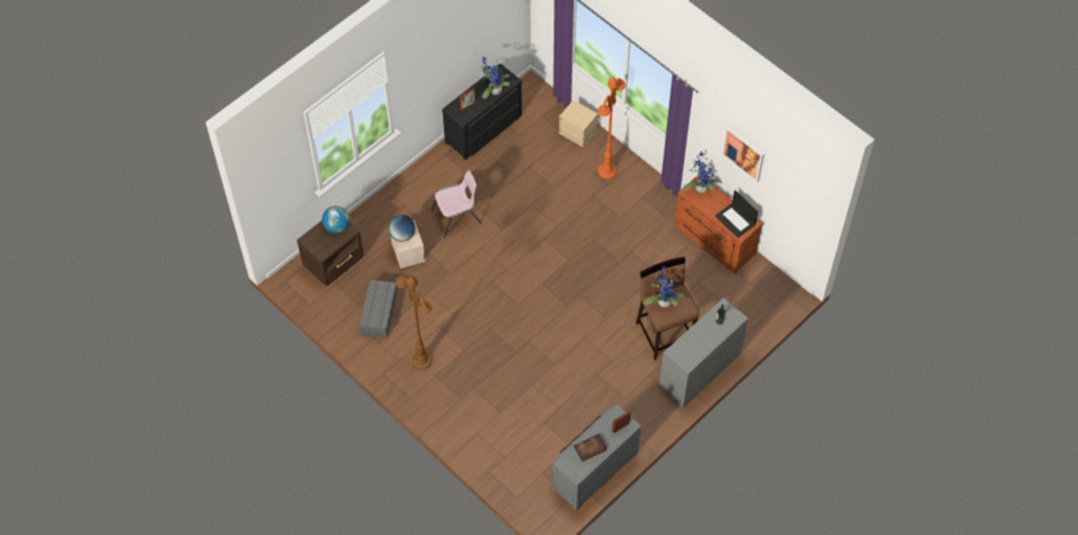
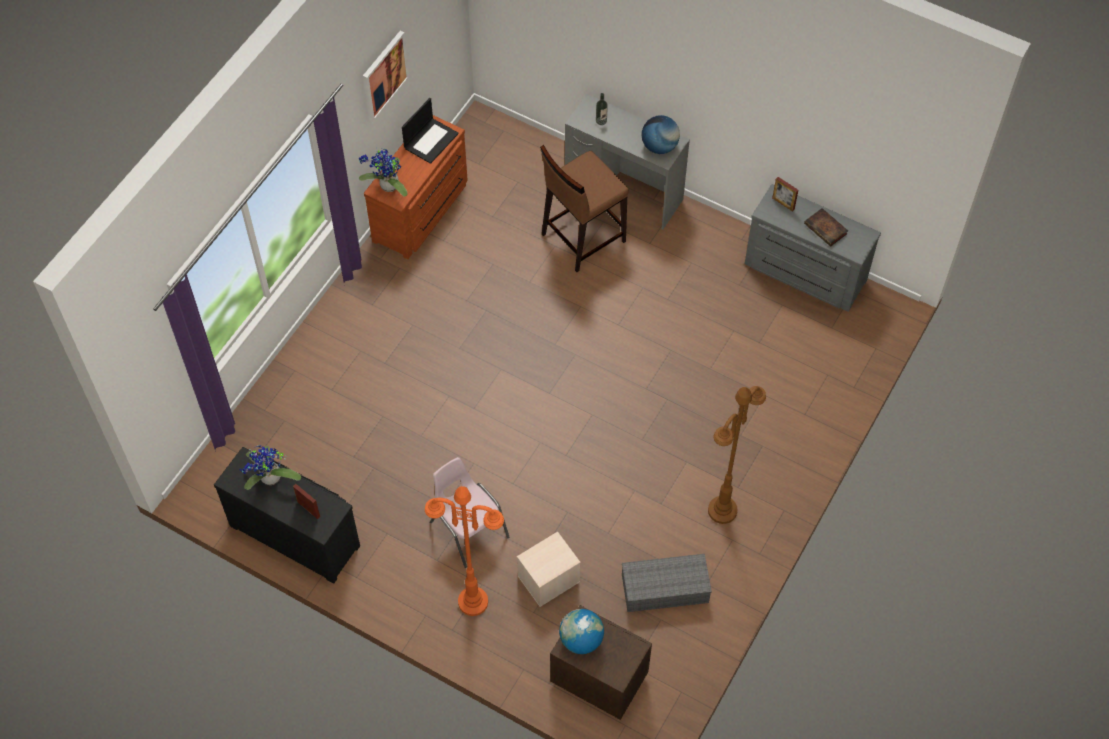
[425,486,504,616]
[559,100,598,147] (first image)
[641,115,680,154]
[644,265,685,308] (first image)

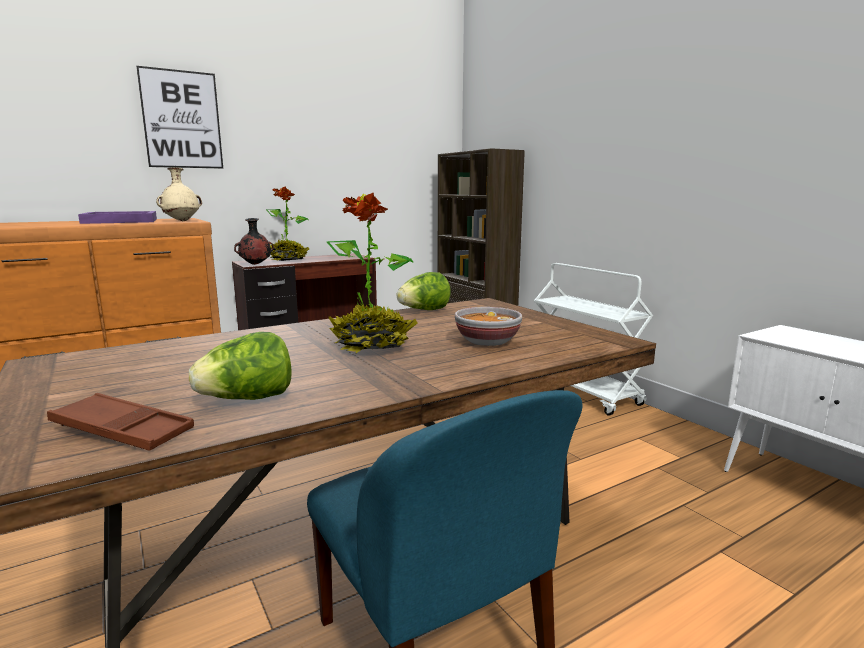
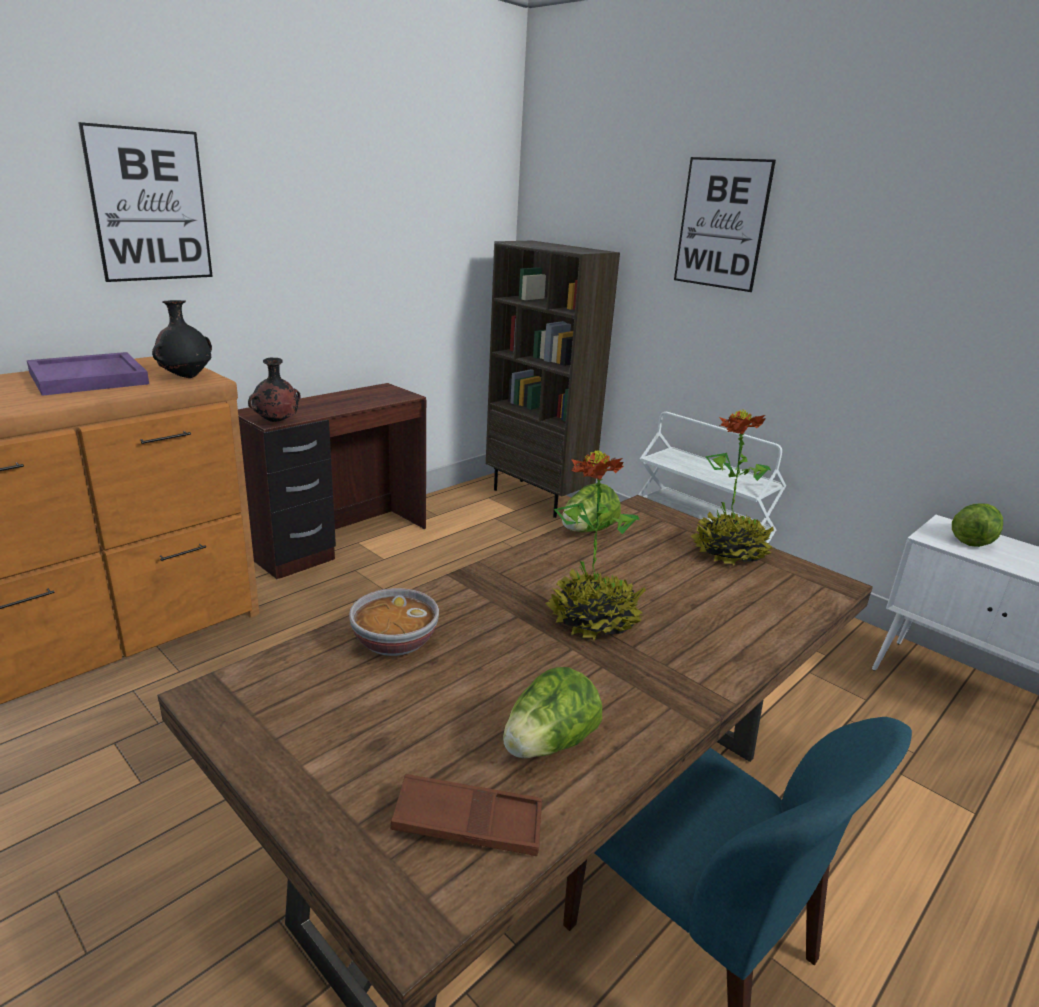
[152,300,212,378]
[691,409,774,566]
[349,588,439,656]
[674,157,776,292]
[952,503,1003,547]

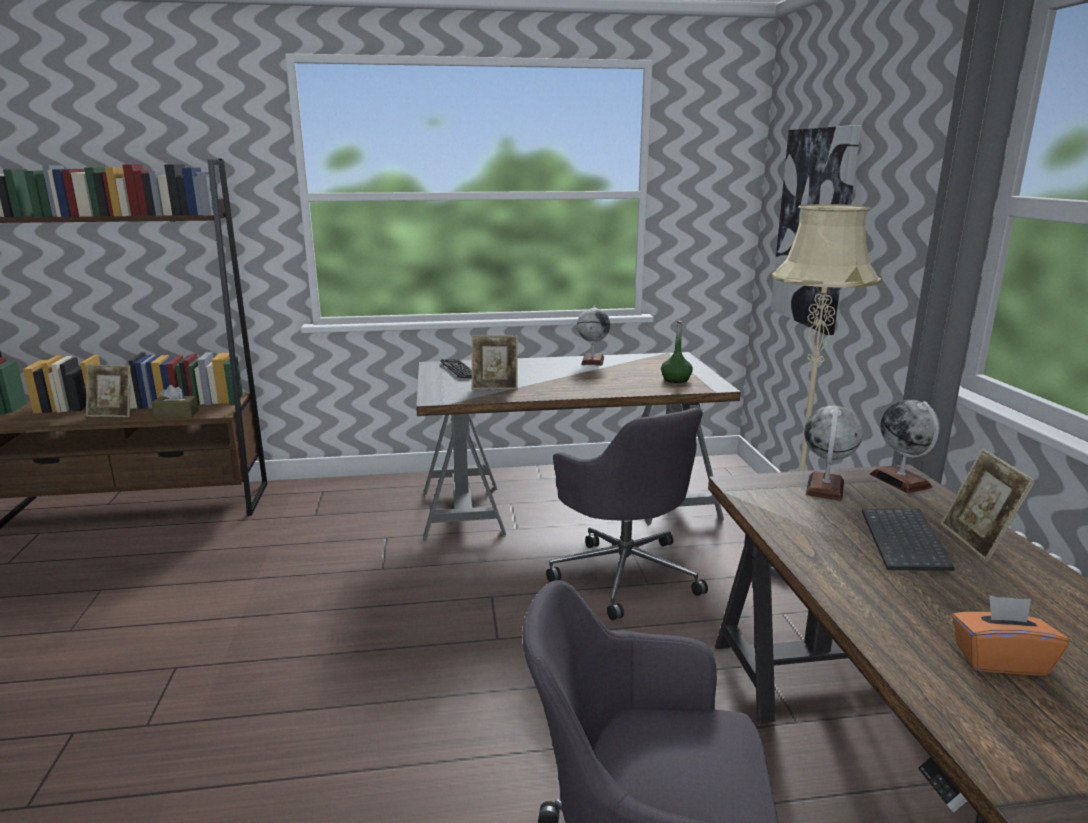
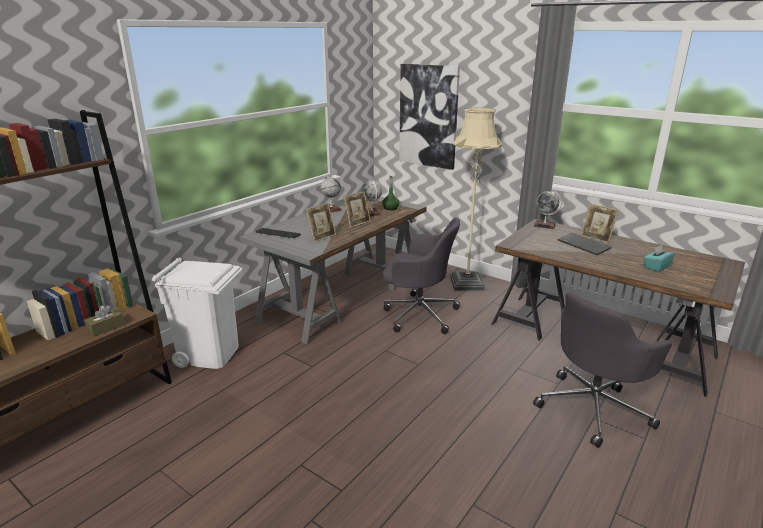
[344,191,371,227]
[361,181,382,217]
[644,245,675,272]
[152,258,242,369]

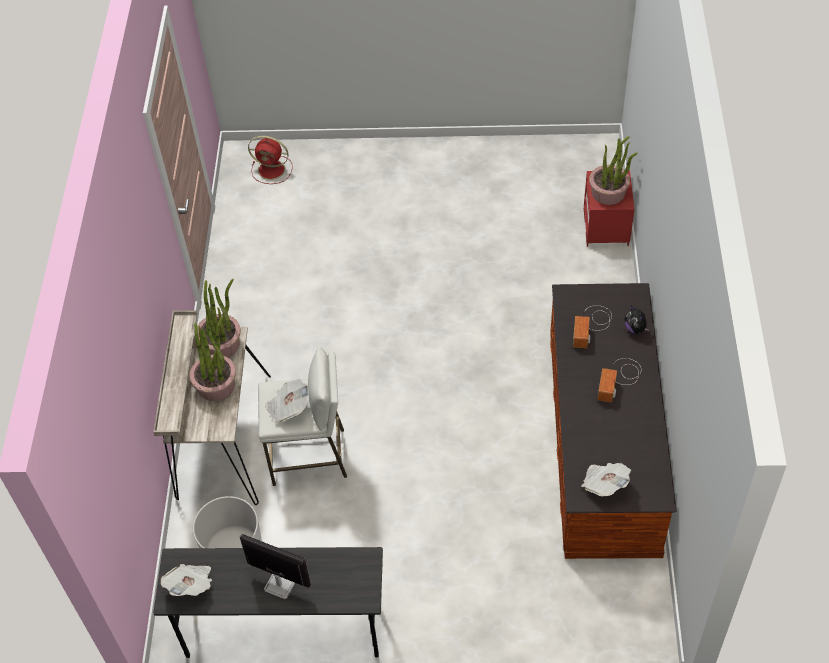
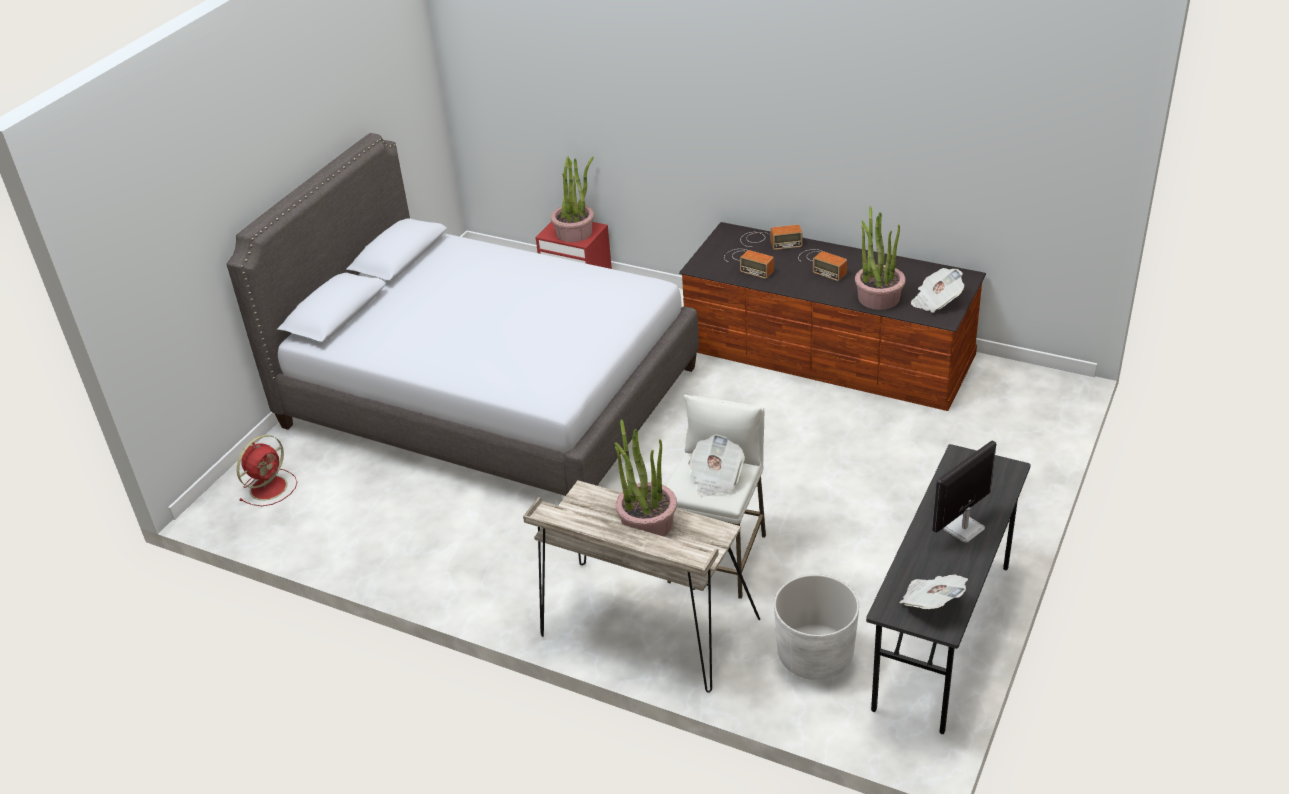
[855,206,906,310]
[740,225,803,250]
[226,133,699,496]

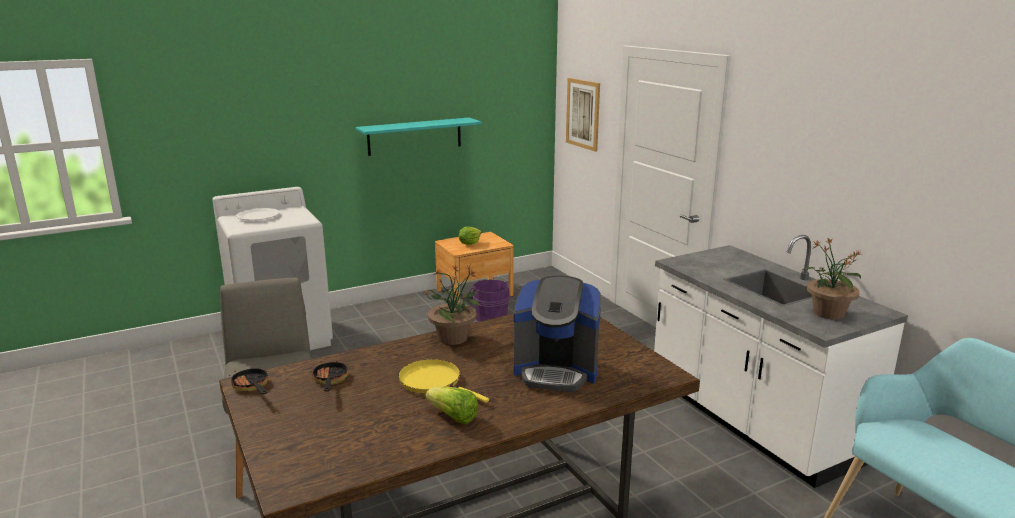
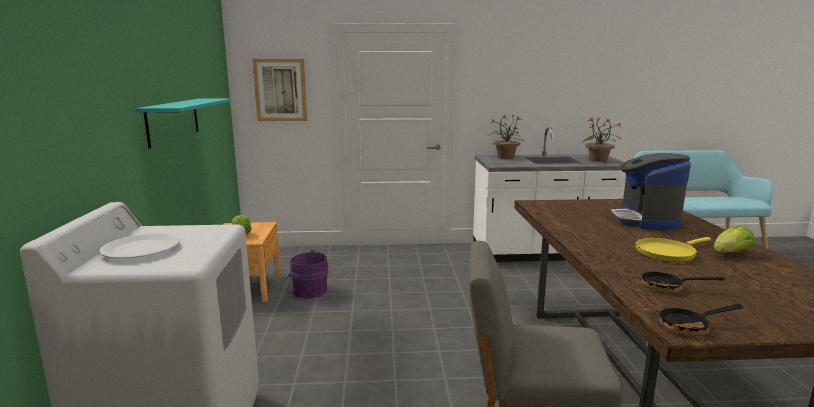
[489,114,524,159]
[609,153,691,230]

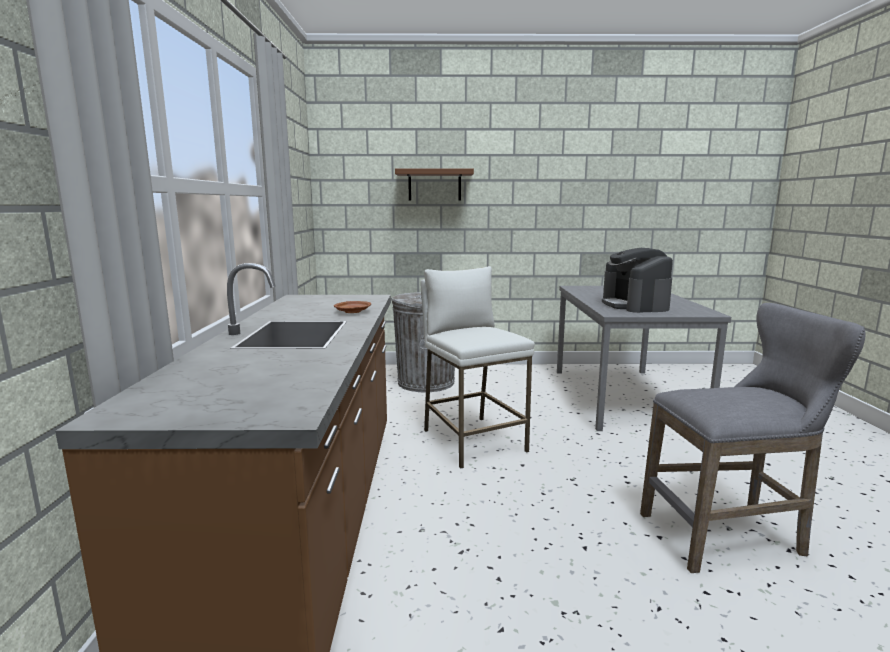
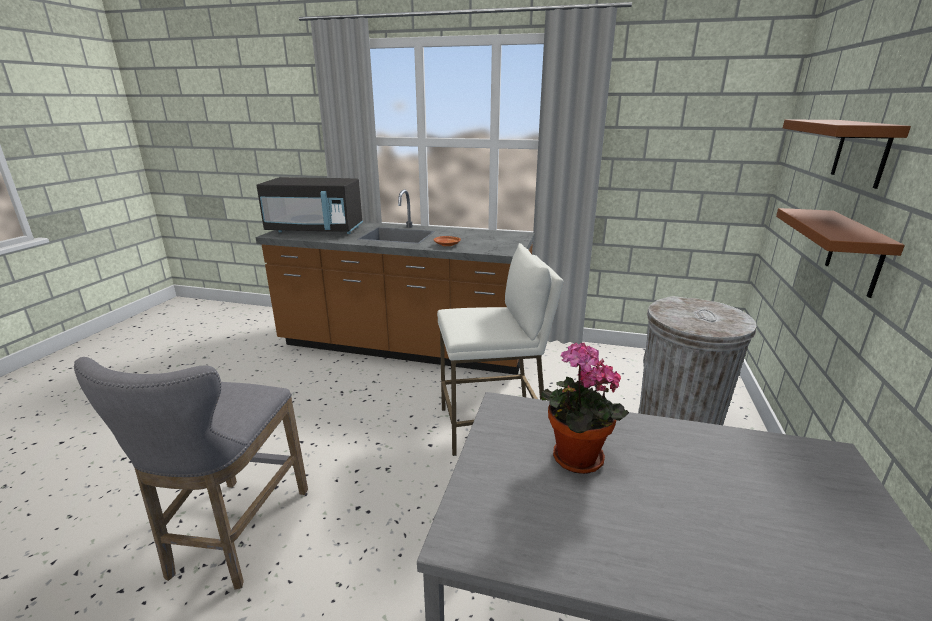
[541,342,629,474]
[257,177,363,234]
[776,208,905,298]

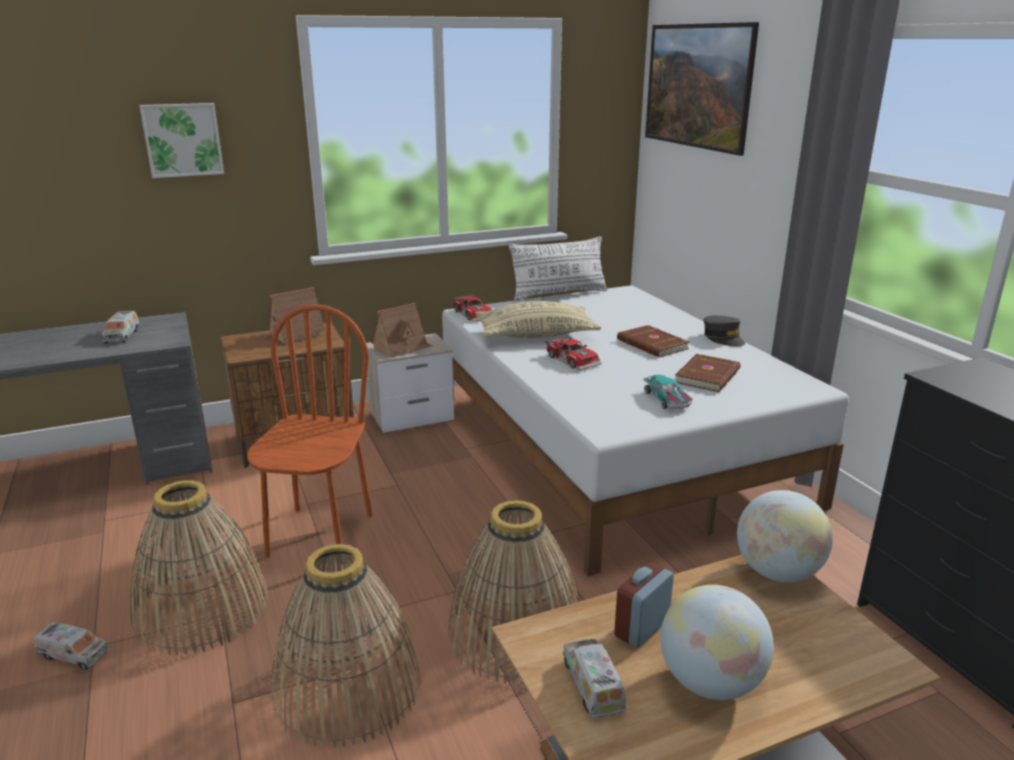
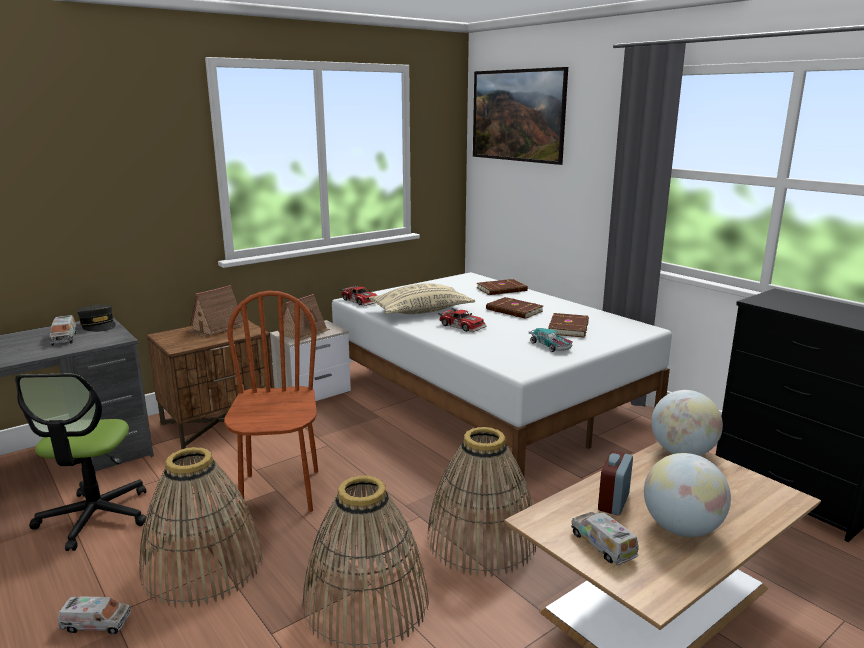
[139,103,224,178] (first image)
[509,236,607,301] (first image)
[77,305,116,332]
[477,279,528,295]
[15,374,147,551]

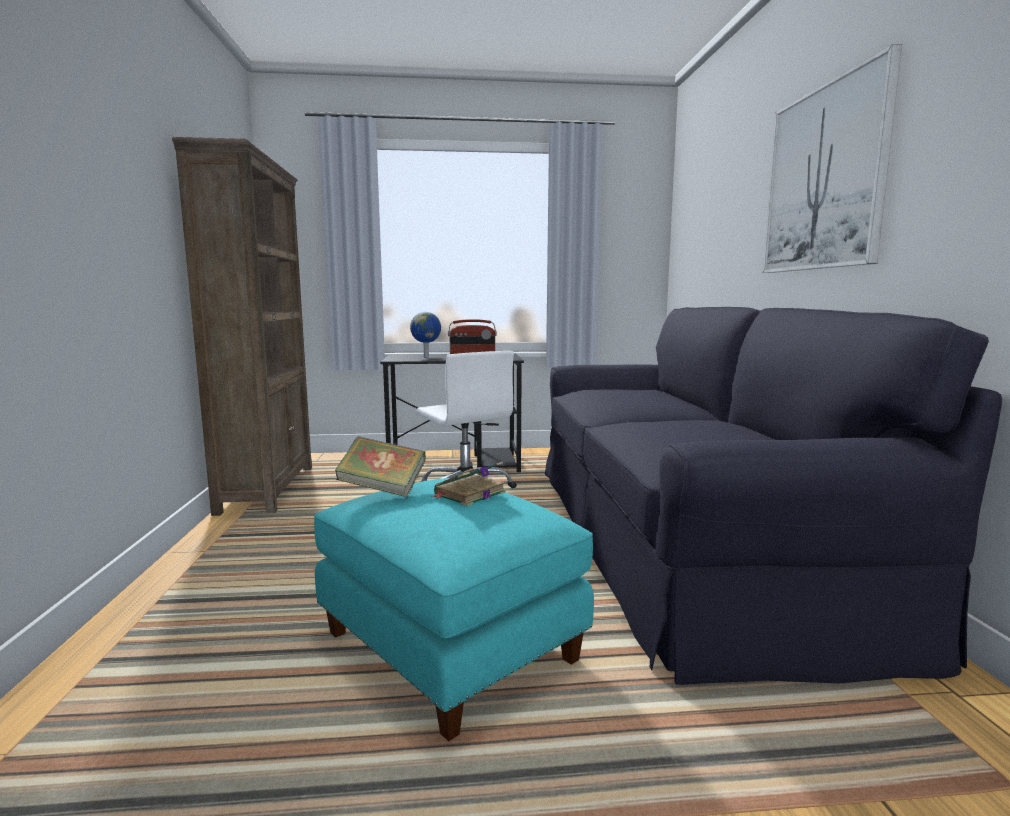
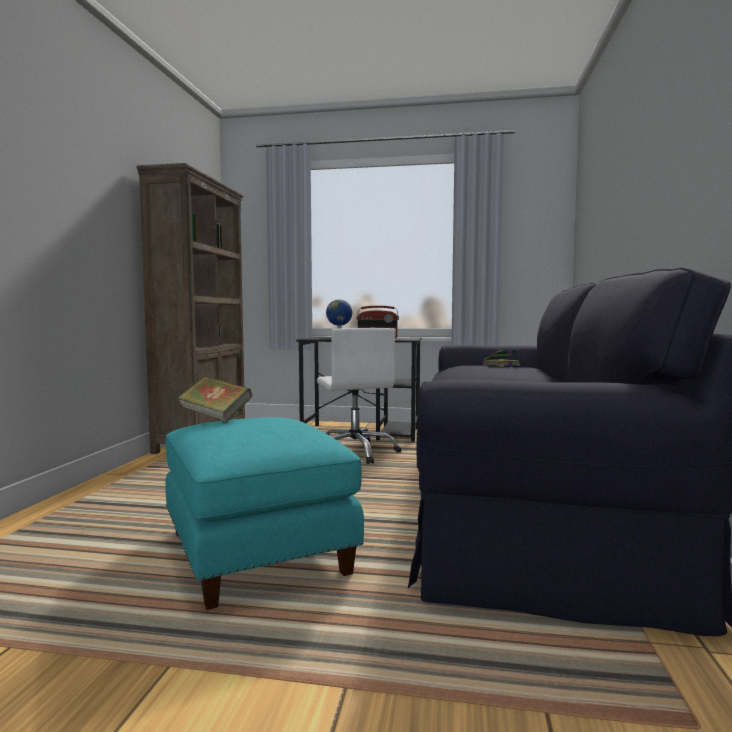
[763,44,902,273] (first image)
[483,349,521,367]

